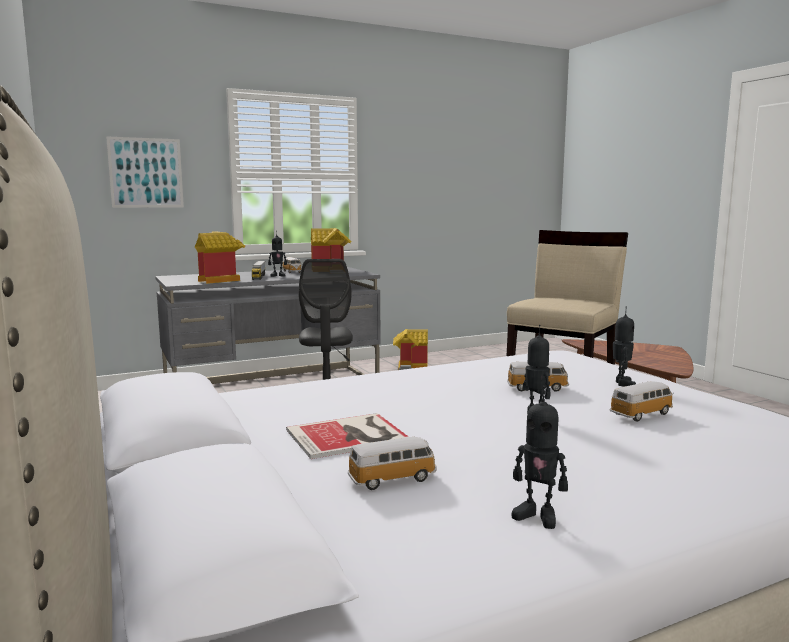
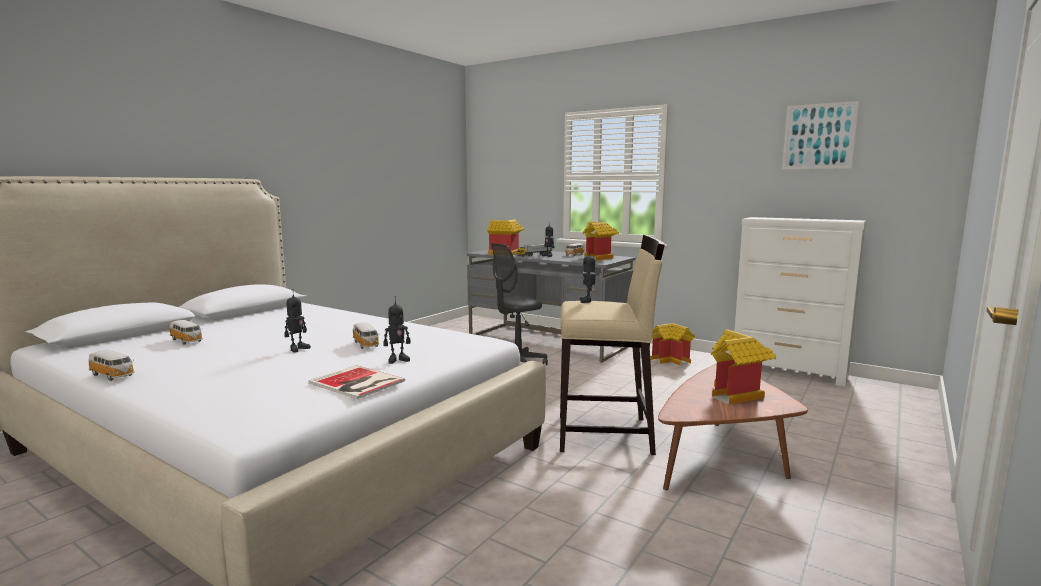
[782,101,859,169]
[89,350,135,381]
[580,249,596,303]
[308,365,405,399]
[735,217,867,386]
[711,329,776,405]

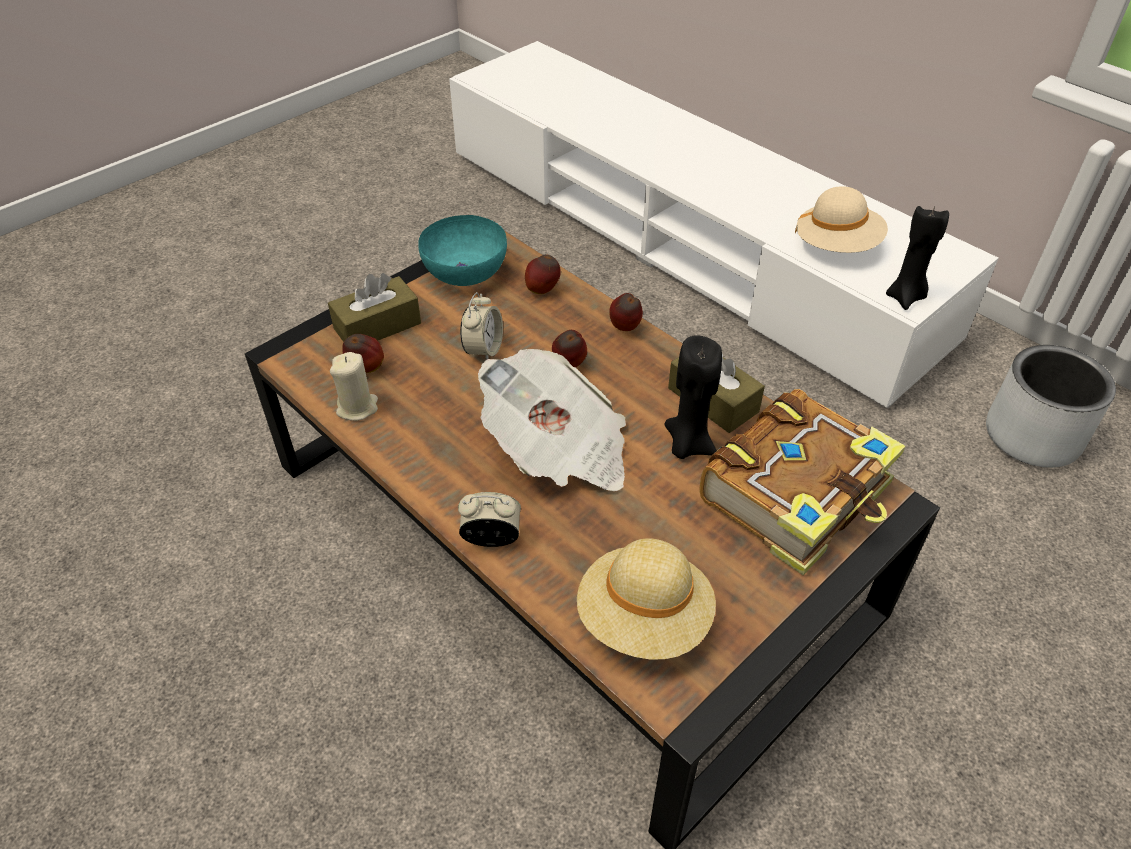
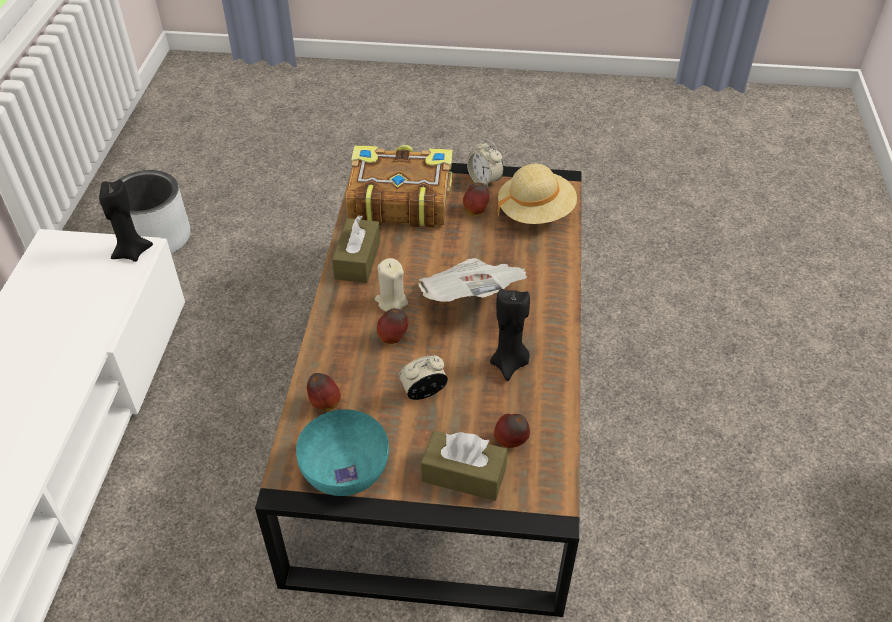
[795,186,888,253] (first image)
[463,183,489,216]
[490,289,530,381]
[375,258,408,312]
[467,139,504,188]

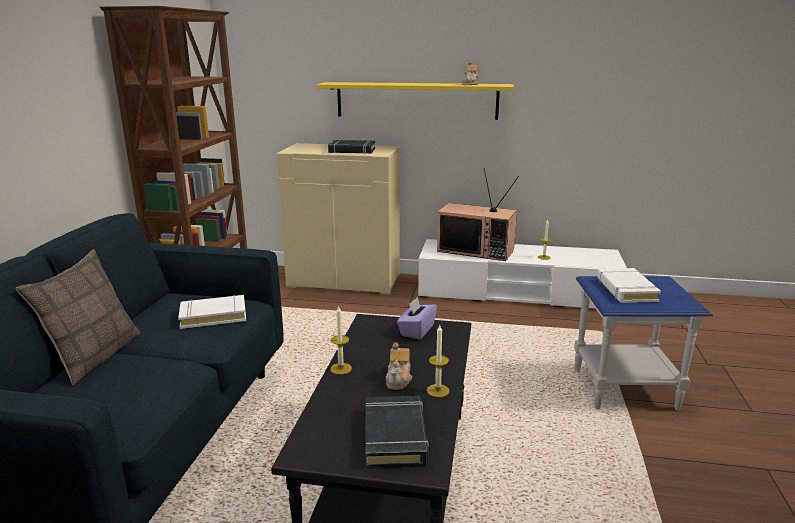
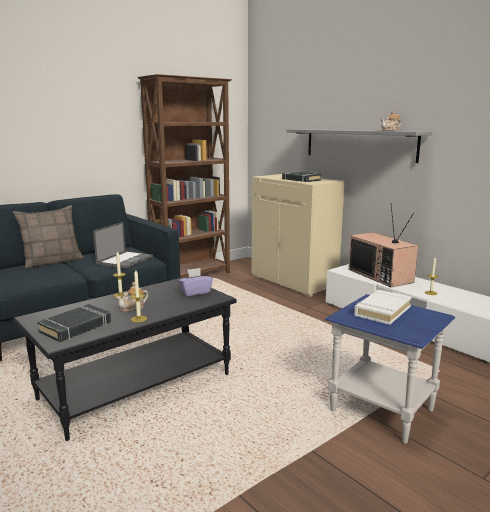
[286,129,432,163]
[93,222,153,269]

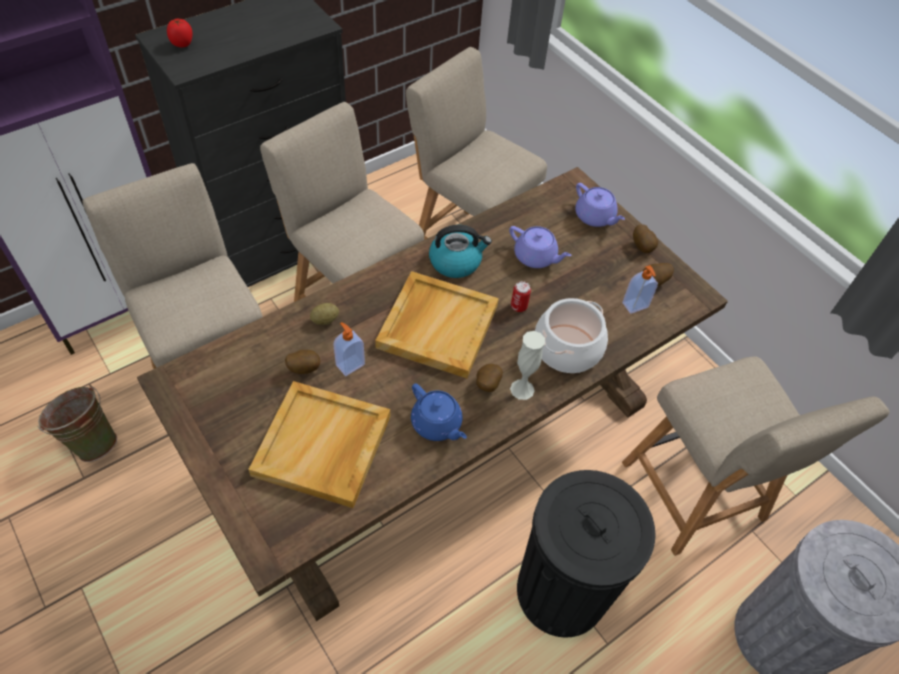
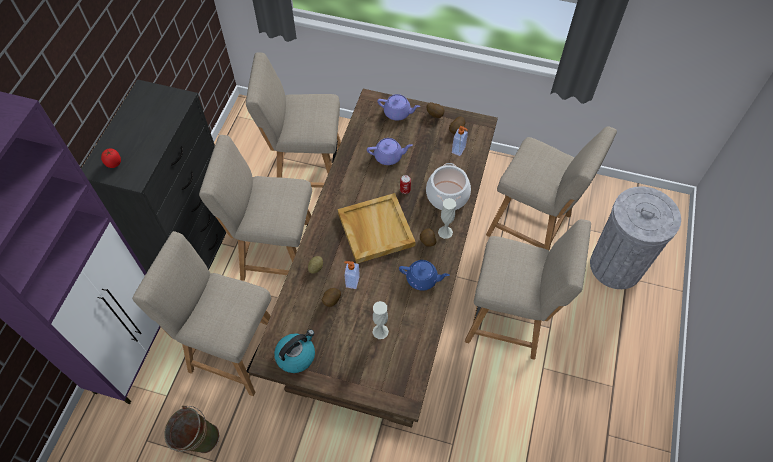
[274,330,315,373]
[372,301,389,339]
[465,219,591,360]

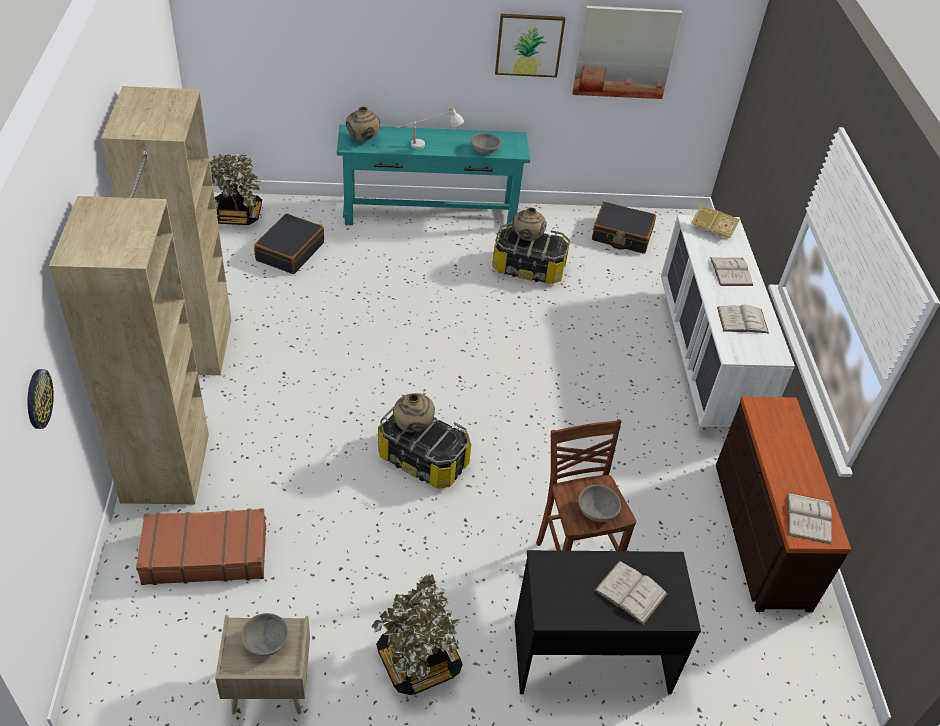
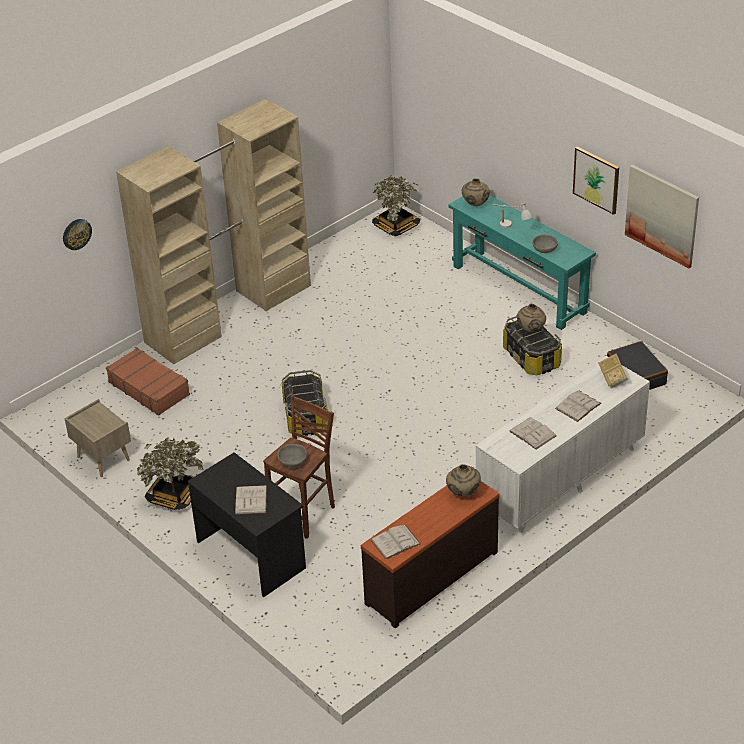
[254,214,324,274] (first image)
[446,464,481,497]
[241,613,289,656] (first image)

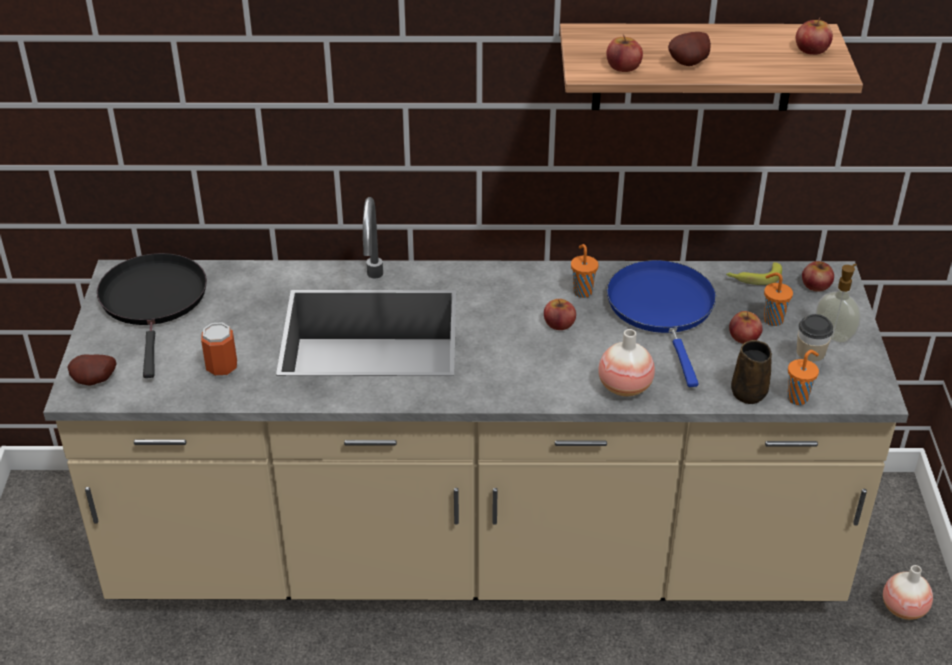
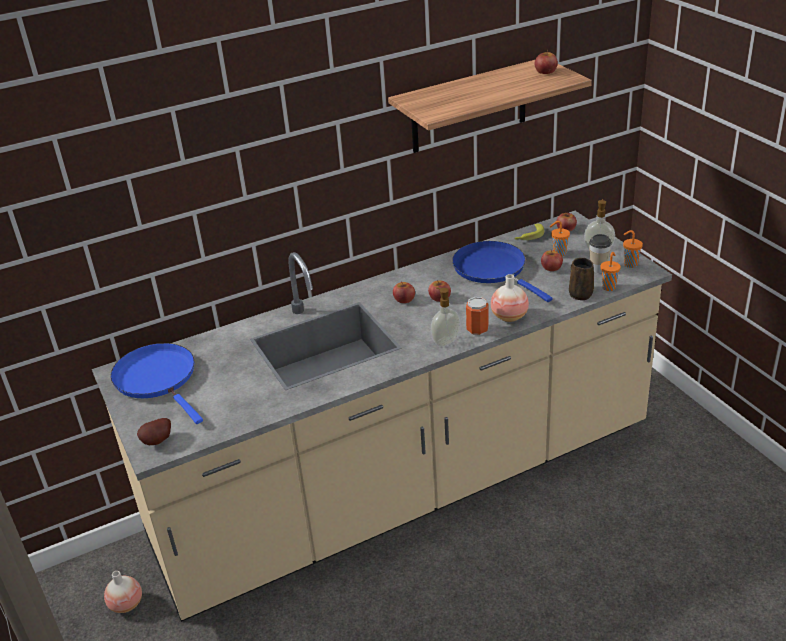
[668,32,711,66] (first image)
[393,282,415,303]
[623,230,643,268]
[111,343,203,424]
[466,297,489,335]
[104,571,142,613]
[431,287,460,346]

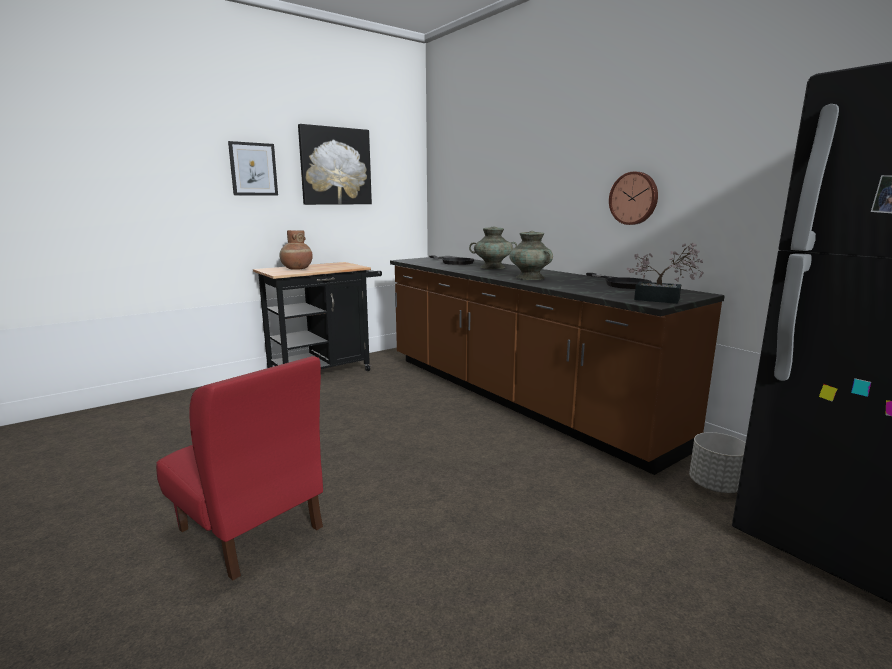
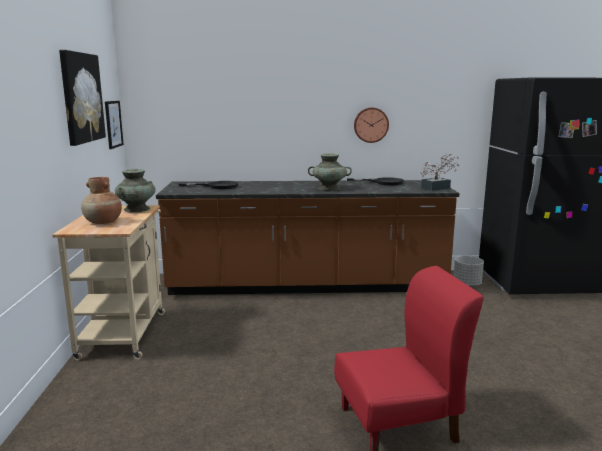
[105,101,124,149]
[115,169,156,212]
[52,205,165,360]

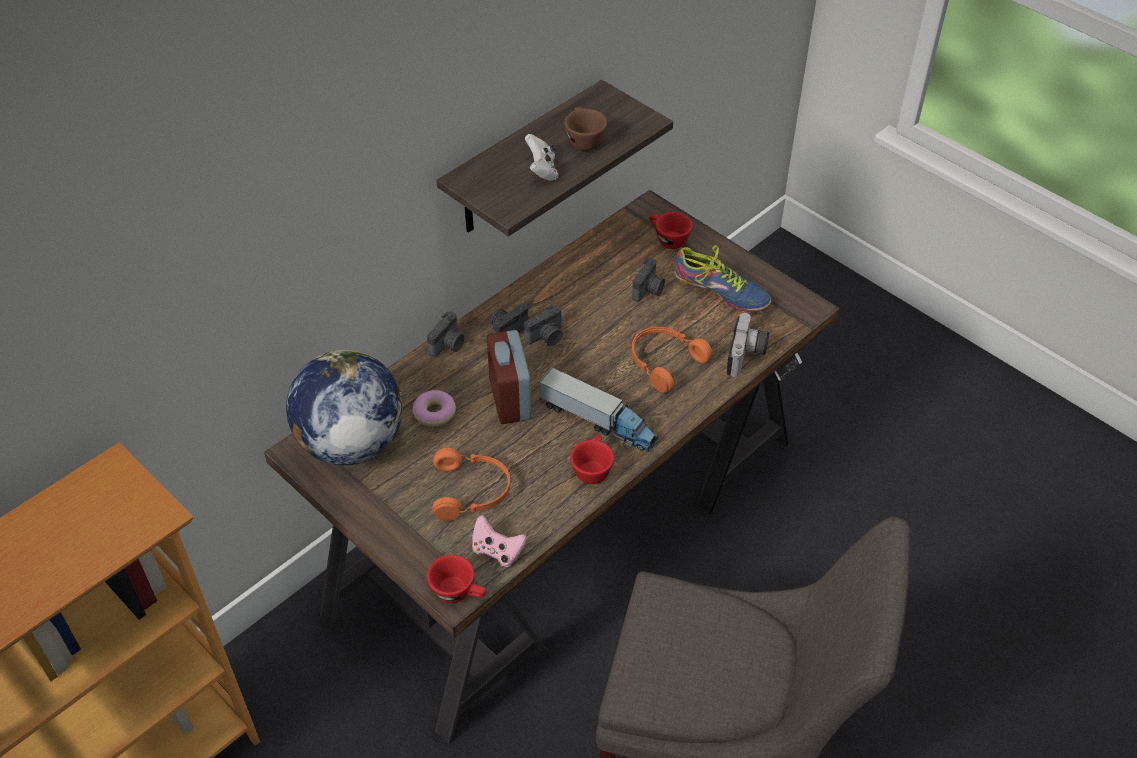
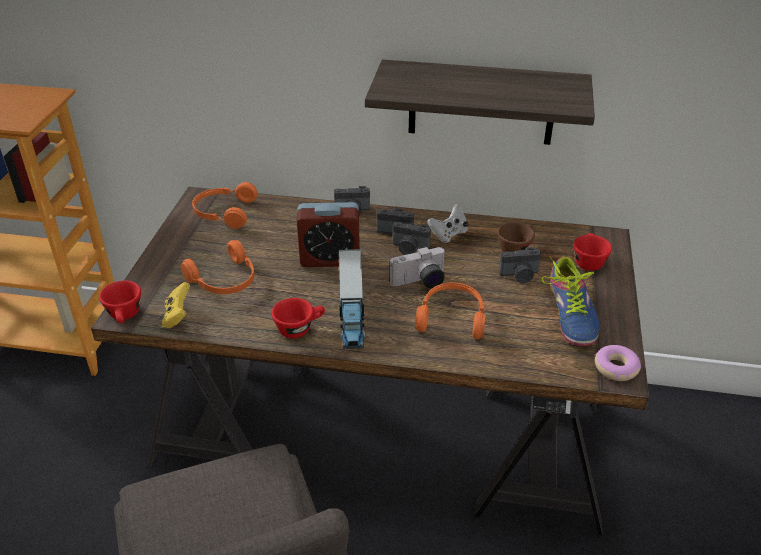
[498,222,535,252]
[427,204,468,243]
[389,246,445,288]
[297,202,360,267]
[192,182,257,229]
[595,345,641,381]
[160,282,190,328]

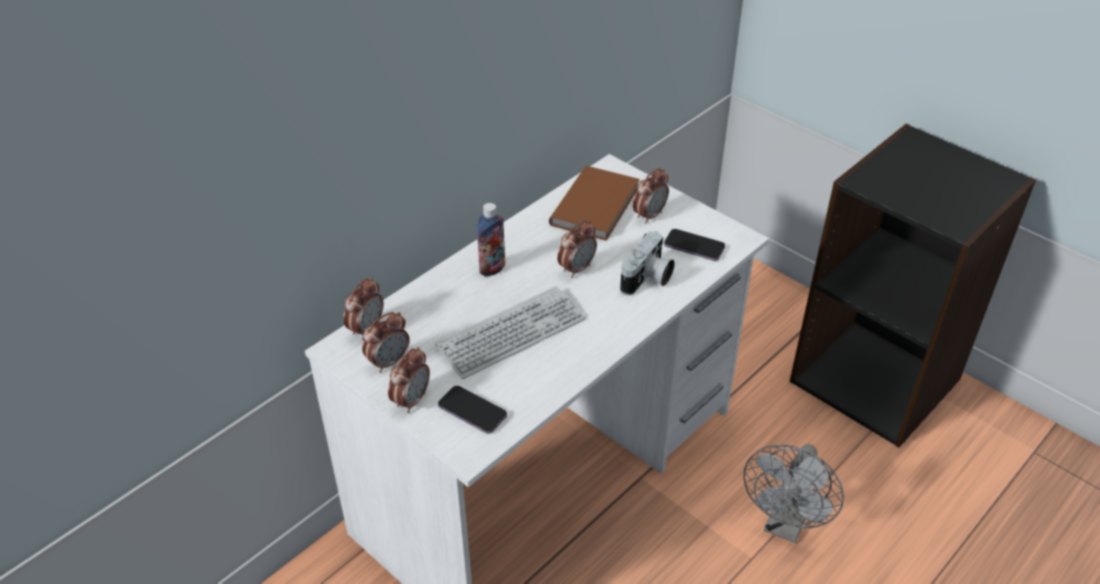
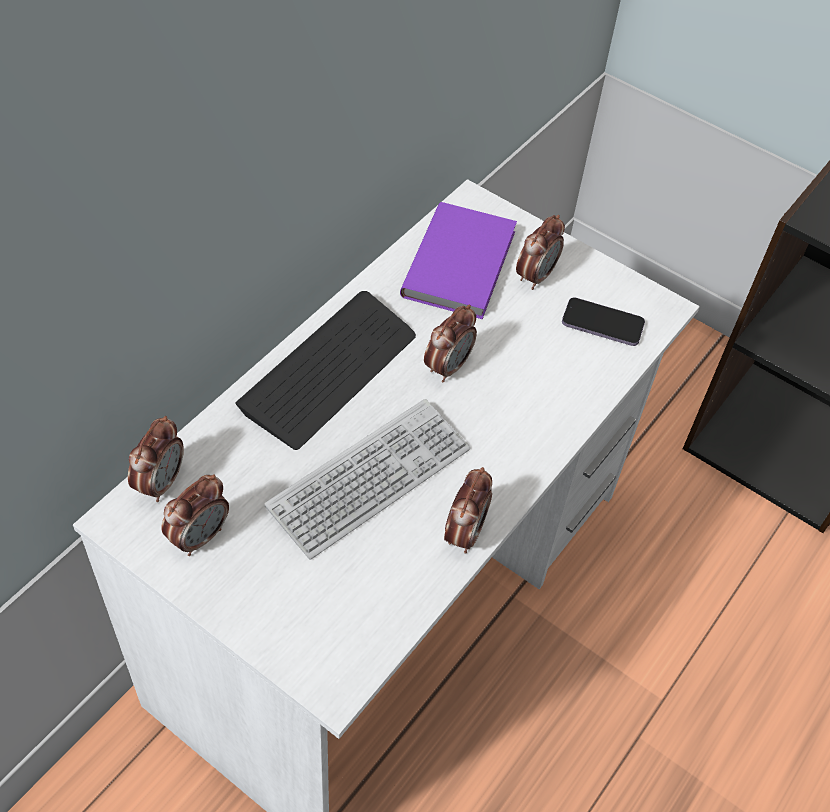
[400,202,517,319]
[236,291,416,450]
[620,231,675,295] (first image)
[444,467,492,554]
[438,386,507,434] (first image)
[743,444,844,543] (first image)

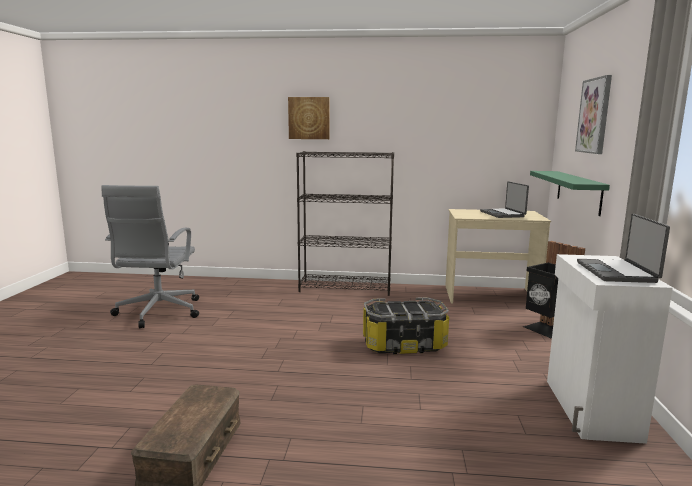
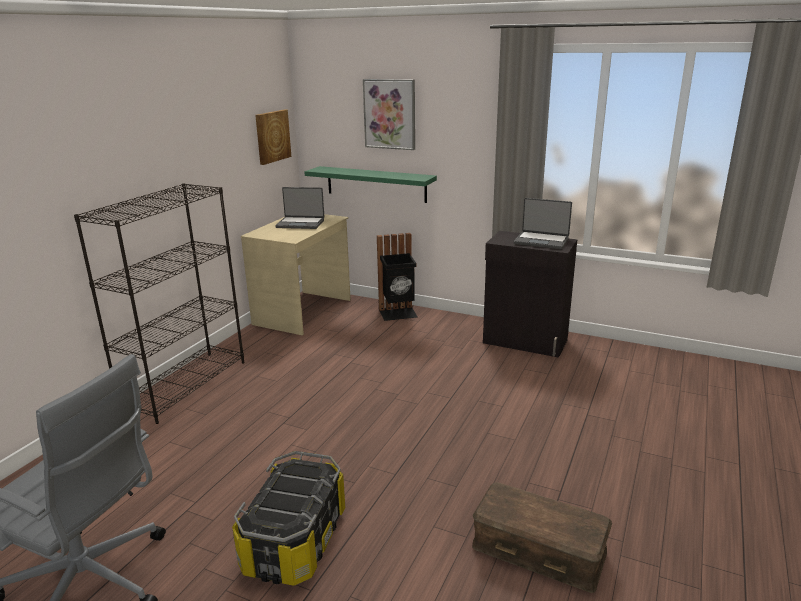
[255,110,291,165]
[483,231,577,358]
[232,451,345,586]

